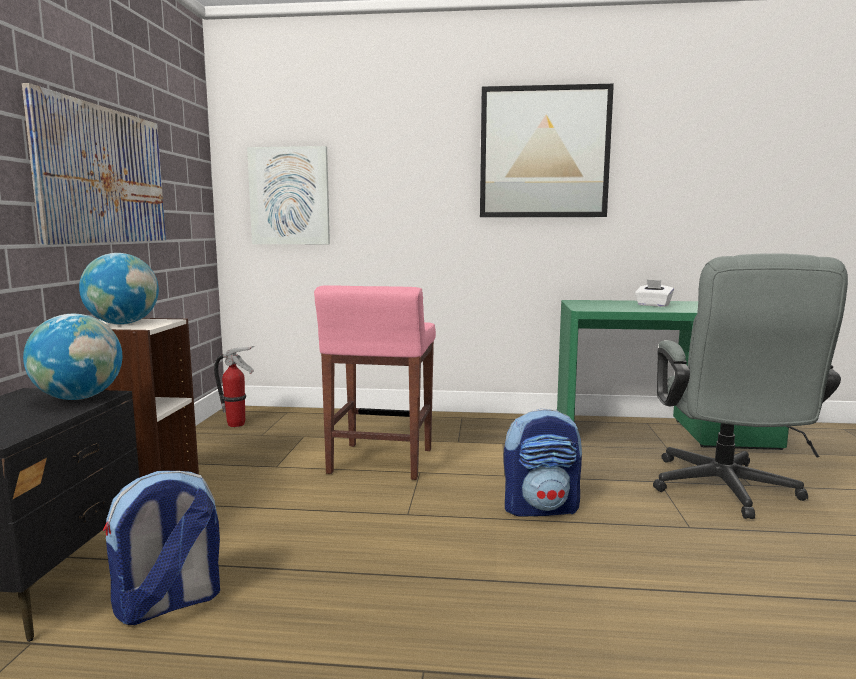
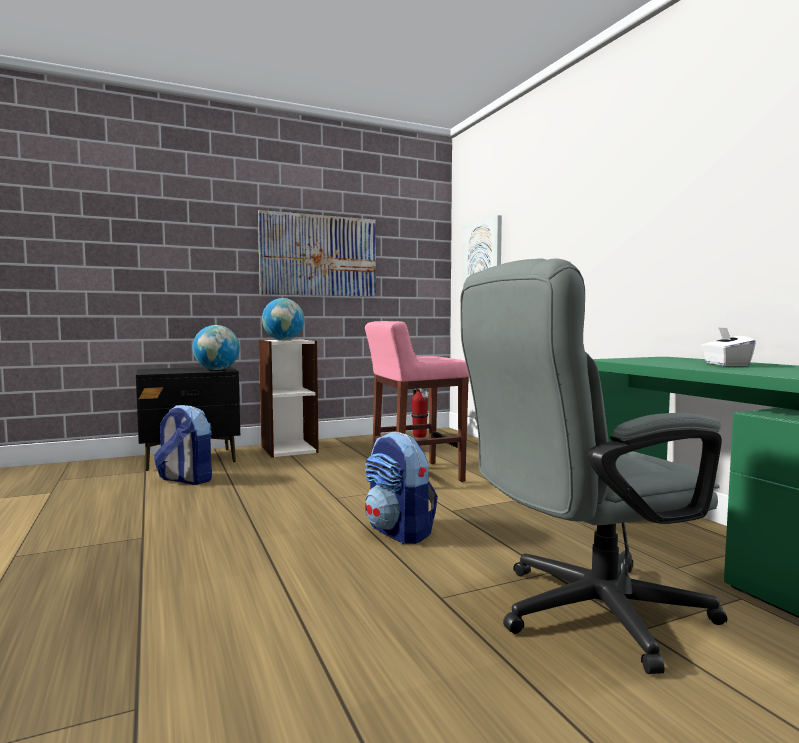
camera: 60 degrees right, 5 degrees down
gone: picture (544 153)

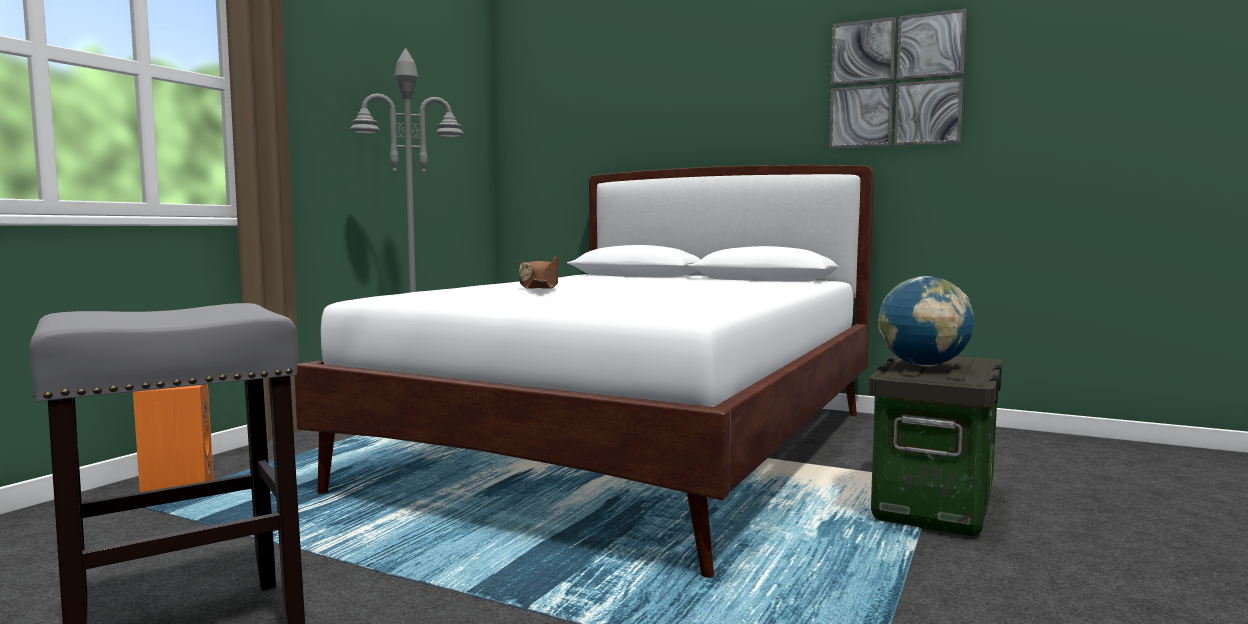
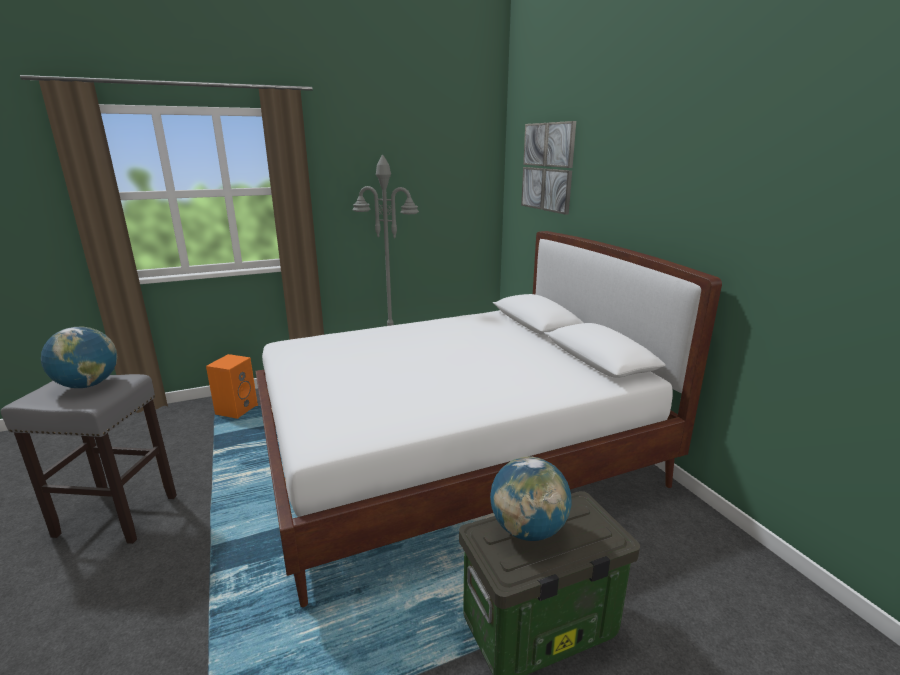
camera: 40 degrees right, 15 degrees up
gone: brown-coloured hat (539 287)
new: globe (88 385)
shifted: picture (895 82) to (547 167)

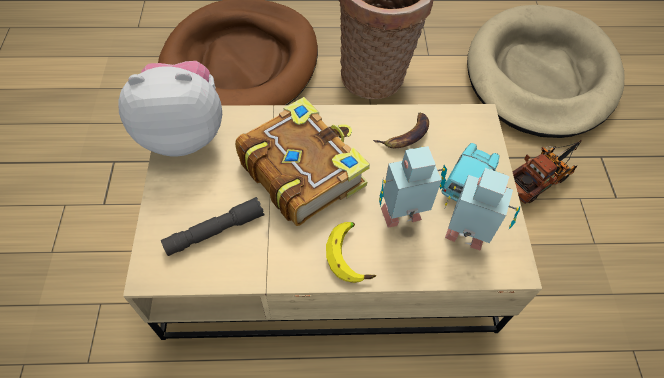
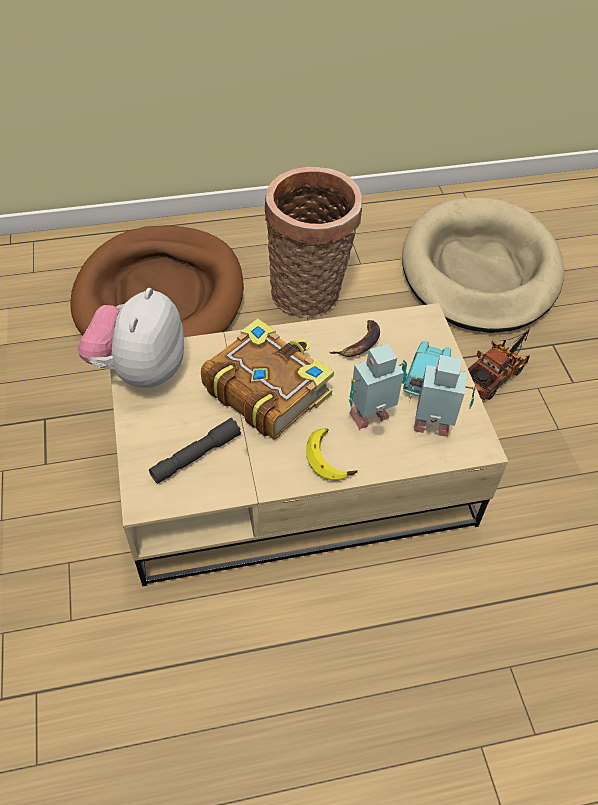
camera: 10 degrees left, 5 degrees down
rotated: soft toy (183 133) = (140 370) 60 degrees counterclockwise

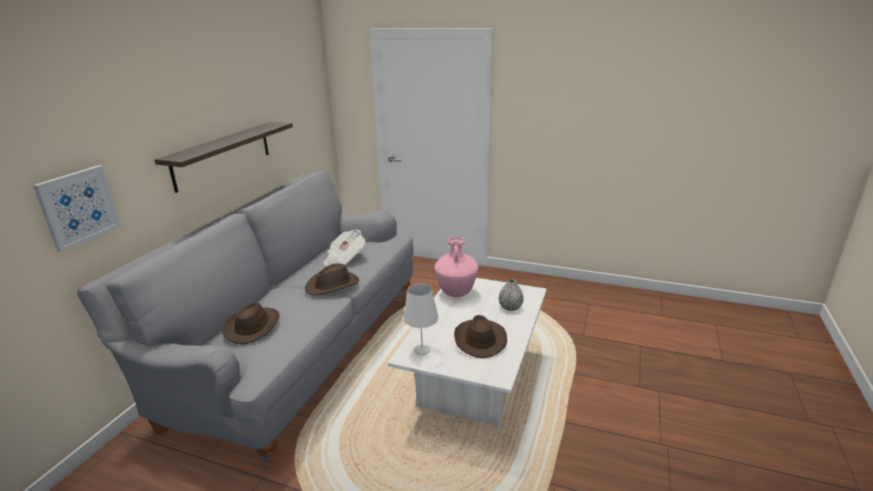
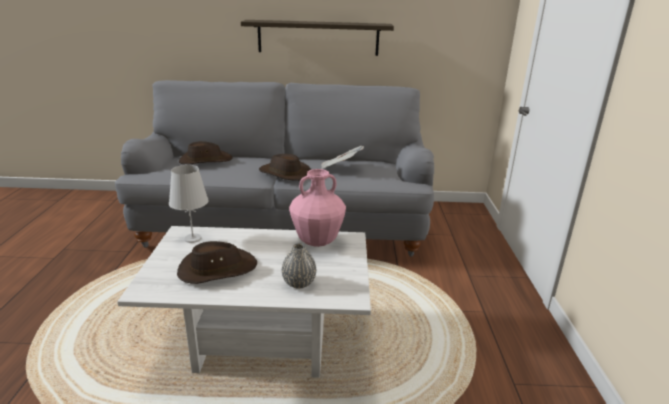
camera: 70 degrees right, 0 degrees up
gone: picture (78 207)

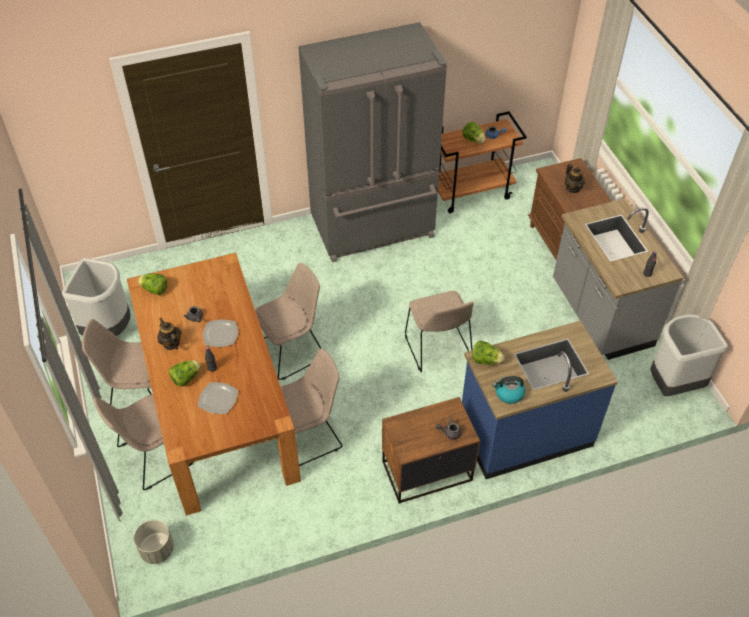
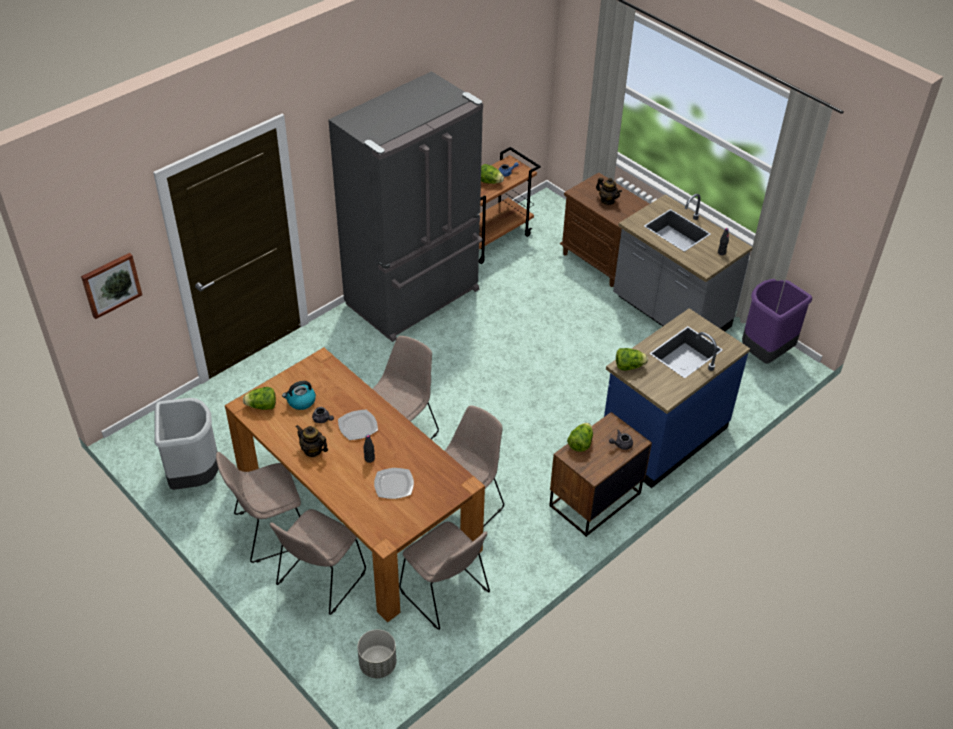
camera: 25 degrees left, 5 degrees down
new: picture (111 284)
shifted: beige upright chair (438 349) to (446 593); lettuce head (186 378) to (580 443); kettle (508 393) to (301 401)
repainted: gray trash can (673 384) to purple-coloured trash can (764 353)

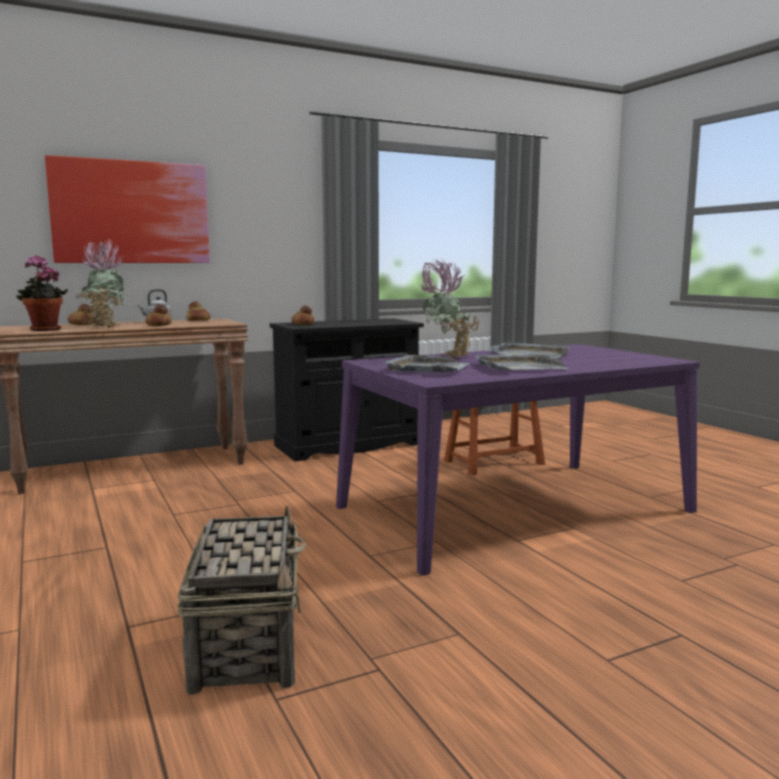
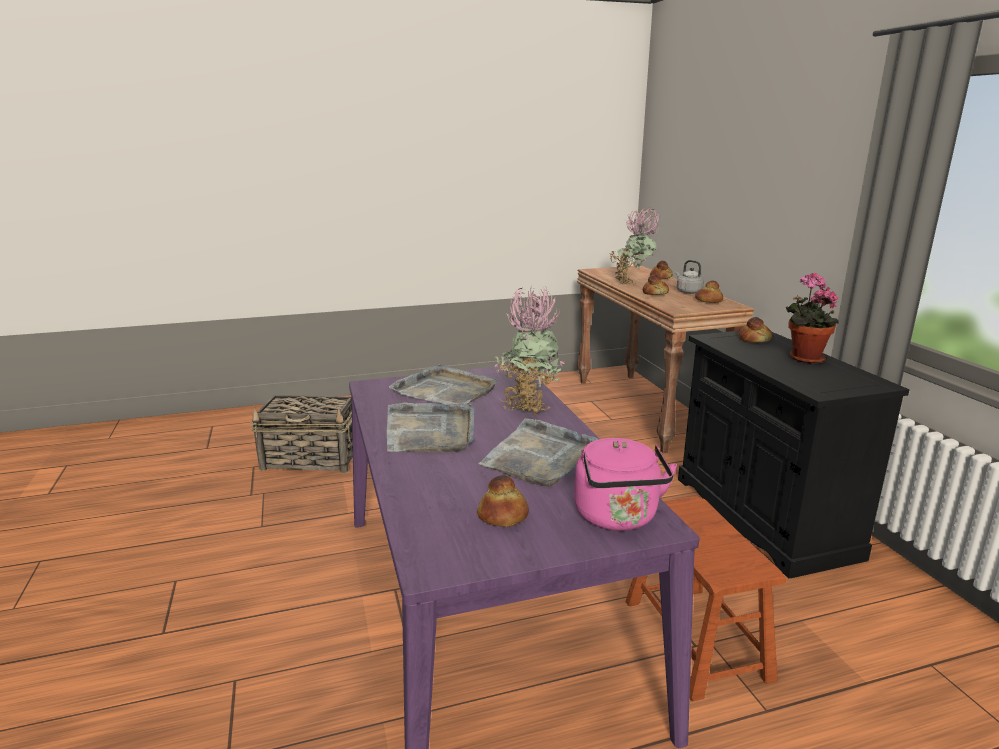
camera: 100 degrees right, 10 degrees up
gone: picture (131 212)
new: pink kettle (618 518); bakery bread (502 516)
shifted: houseplant (44 330) to (803 358)

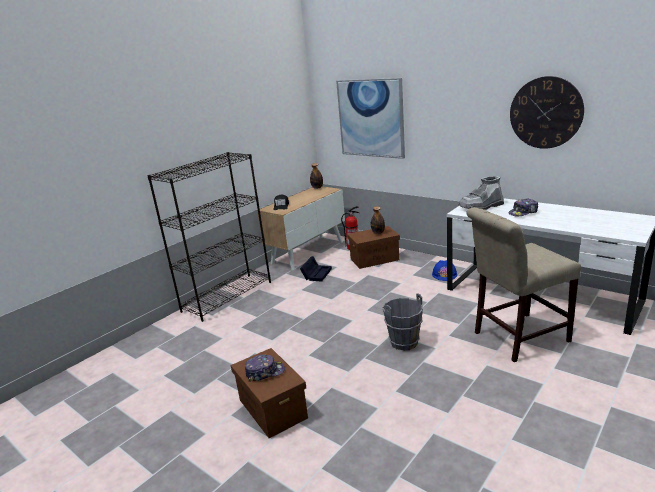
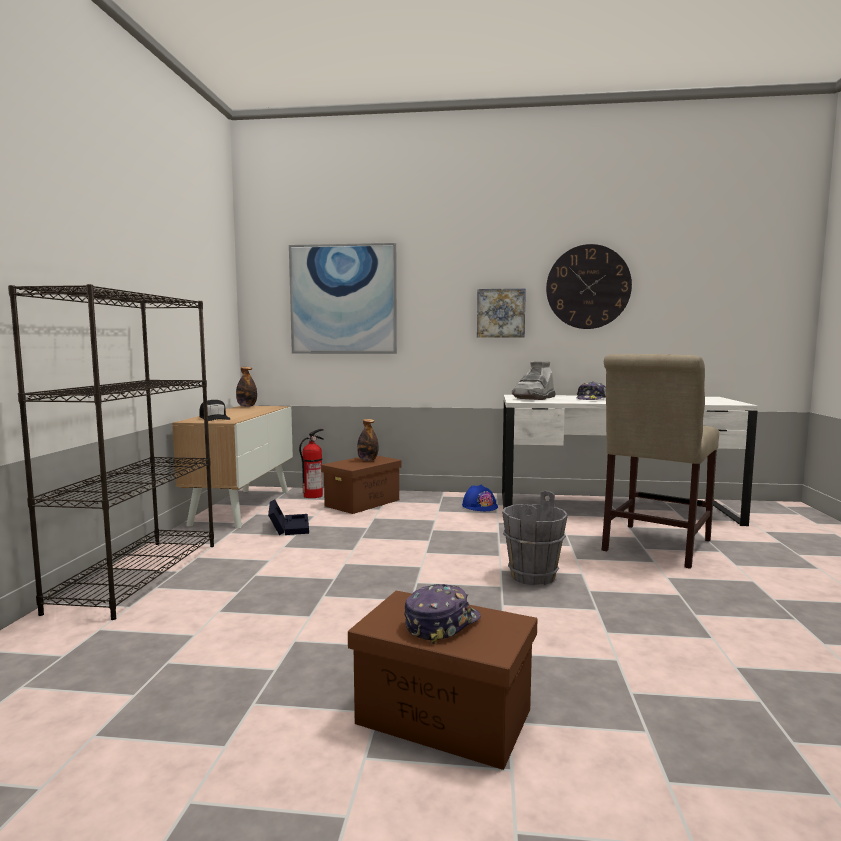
camera: 35 degrees left, 15 degrees down
new: picture (500 313)

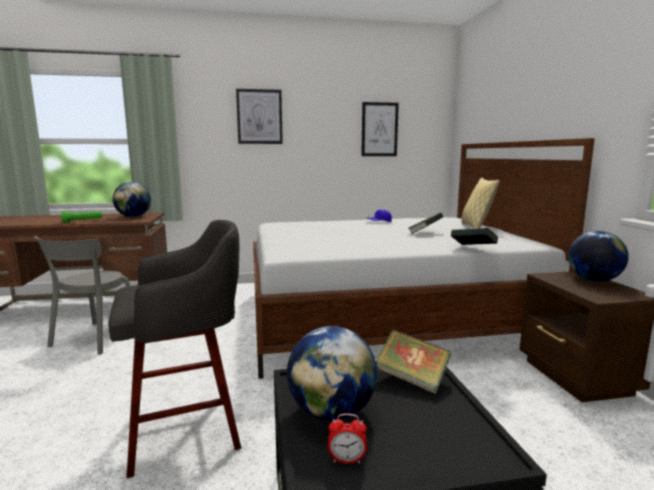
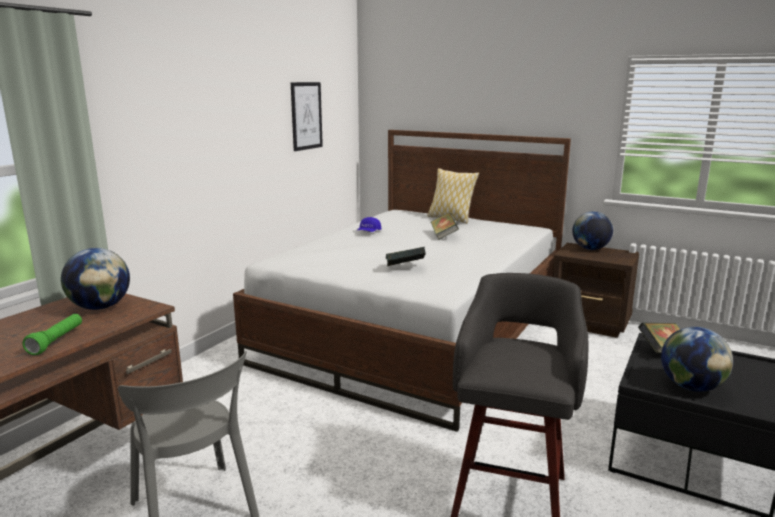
camera: 50 degrees left, 5 degrees up
gone: picture (259 117); table clock (347 460)
shifted: bound book (473 248) to (405 268)

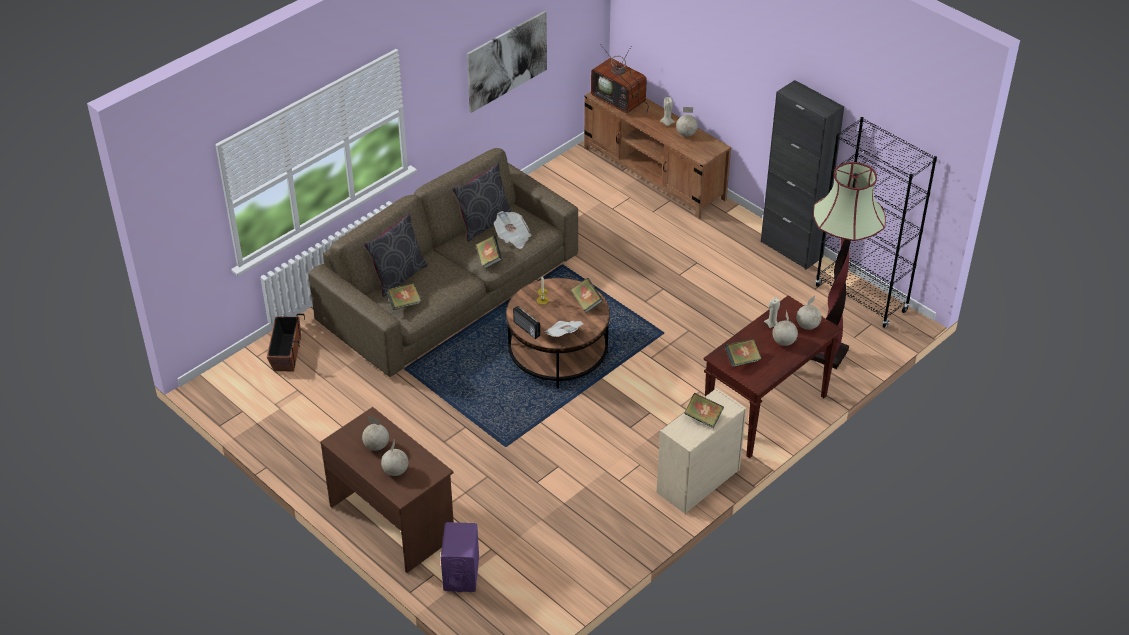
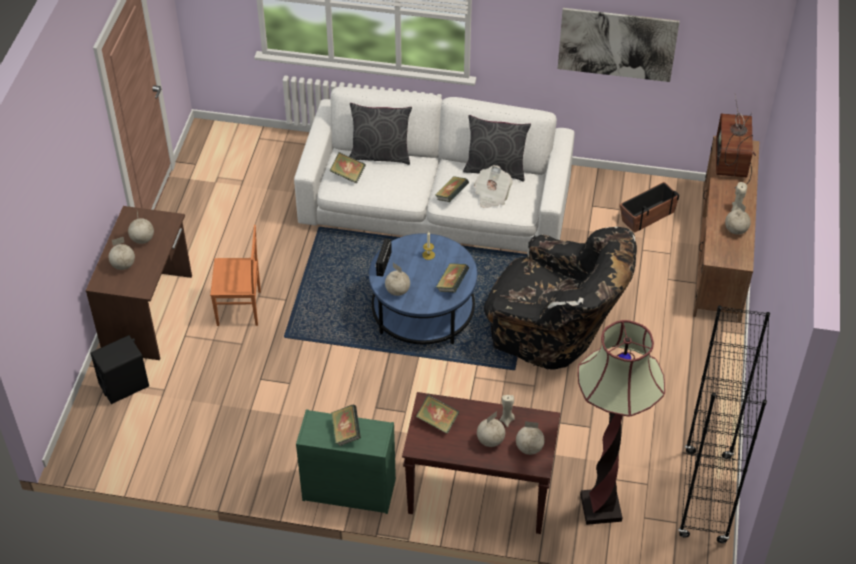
camera: 55 degrees right, 5 degrees up
gone: black-coloured cupboard (791 249)
new: orange-coloured upright chair (240 309); black-coloured easy chair (554 332)
shifted: flower pot (286 352) to (647 216)
swapped: newspaper (563 335) to globe (397 291)
repainted: brown-coloured settee (450 289) to white settee (435 203); brown-coloured low table (558 353) to bluish low table (423 311); beige dresser (697 482) to green dresser (348 490); purple-coloured loudspeaker (461 574) to black-coloured loudspeaker (124 385)

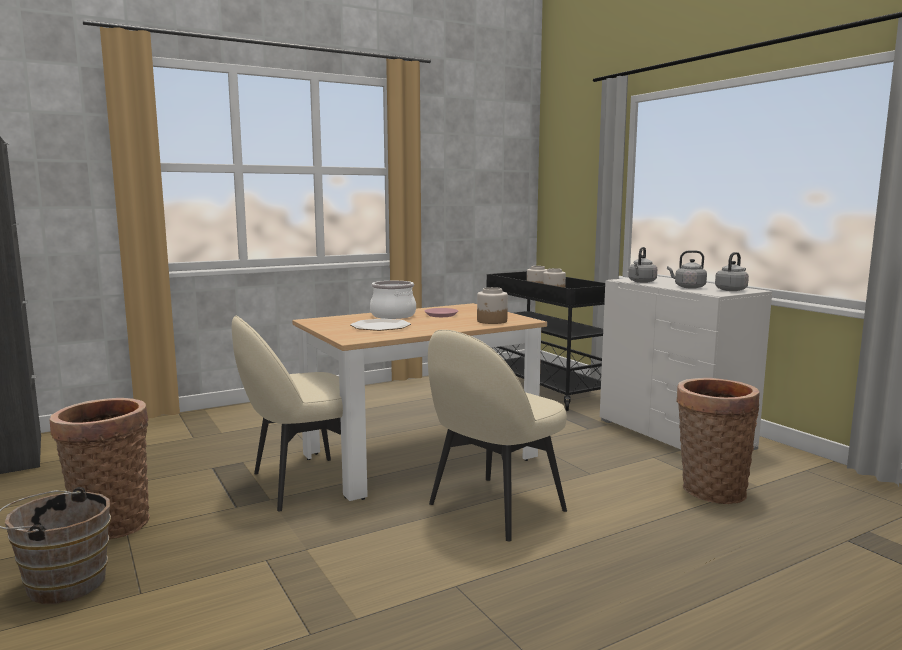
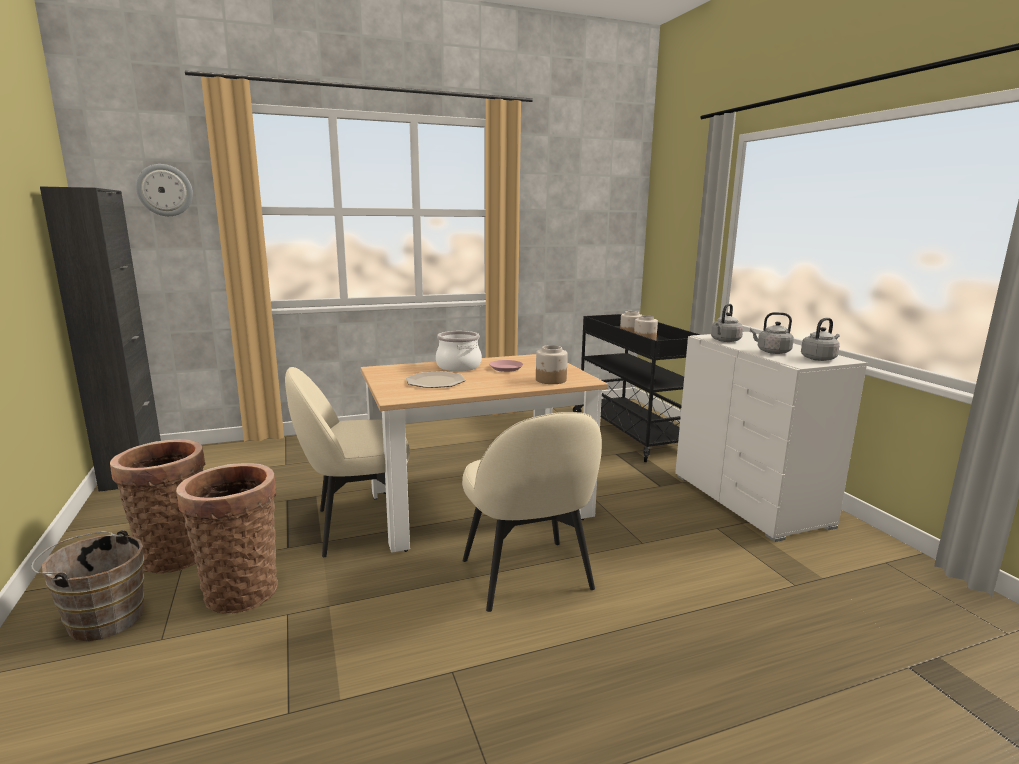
camera: 10 degrees right, 5 degrees up
new: hanging clock (165 190)
shifted: household basket (709 489) to (240 589)
rotated: beige upright chair (494 508) = (527 576) 75 degrees counterclockwise

